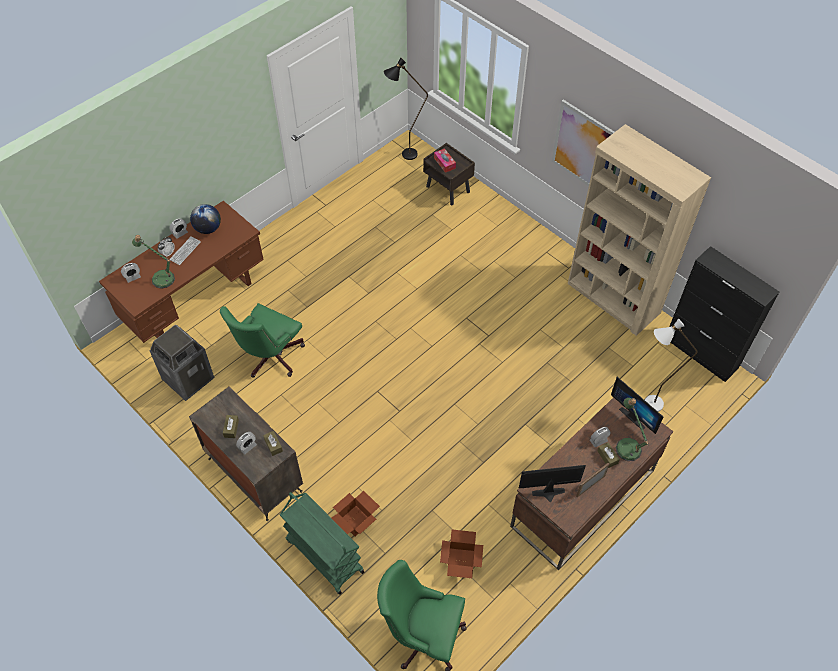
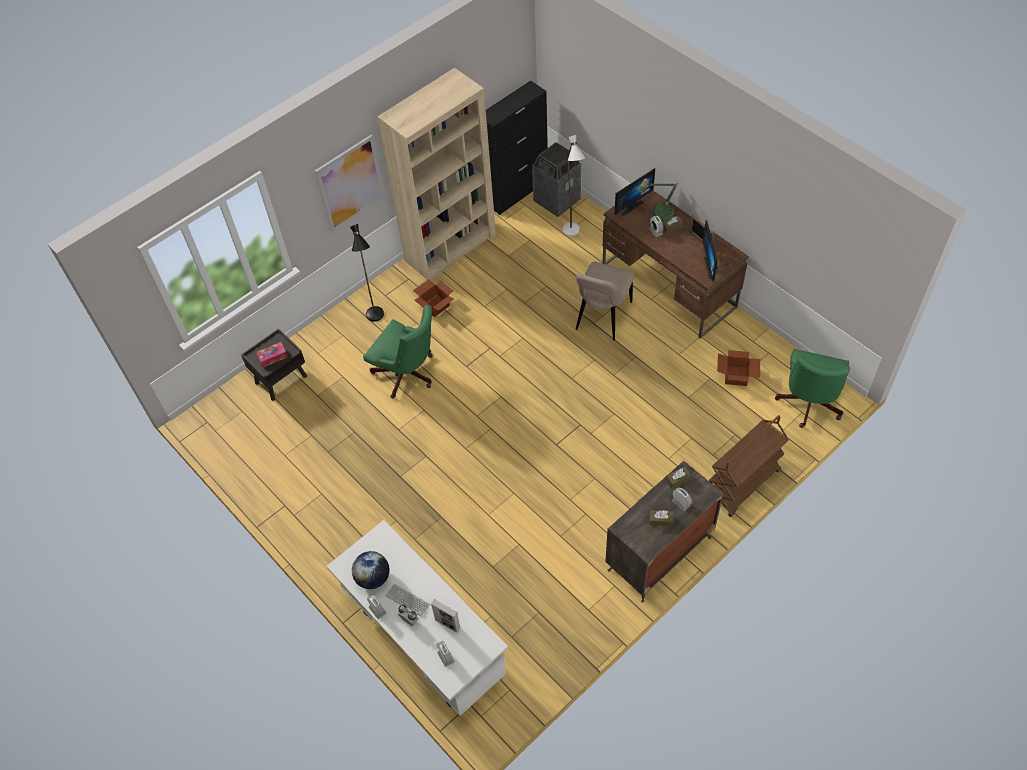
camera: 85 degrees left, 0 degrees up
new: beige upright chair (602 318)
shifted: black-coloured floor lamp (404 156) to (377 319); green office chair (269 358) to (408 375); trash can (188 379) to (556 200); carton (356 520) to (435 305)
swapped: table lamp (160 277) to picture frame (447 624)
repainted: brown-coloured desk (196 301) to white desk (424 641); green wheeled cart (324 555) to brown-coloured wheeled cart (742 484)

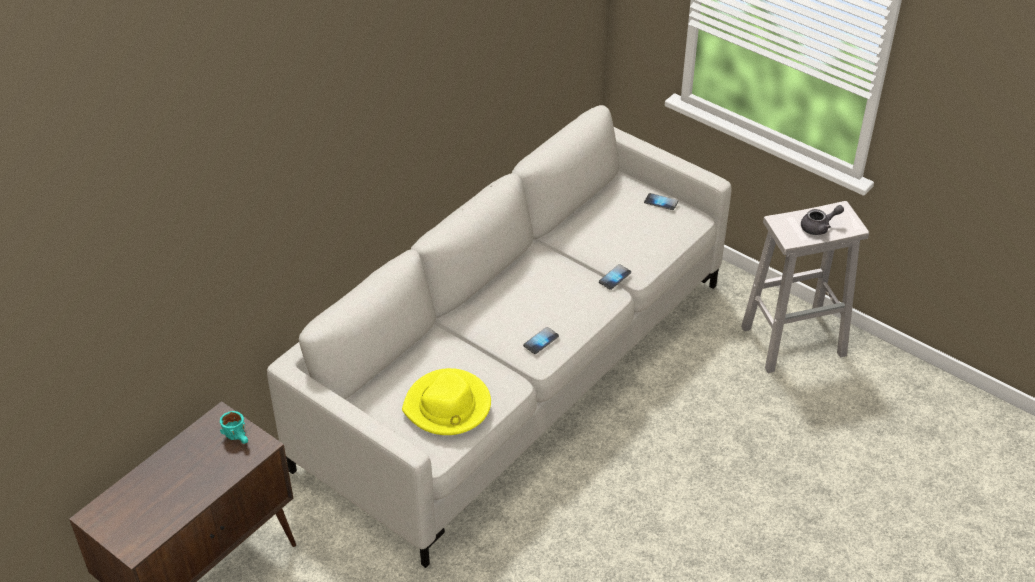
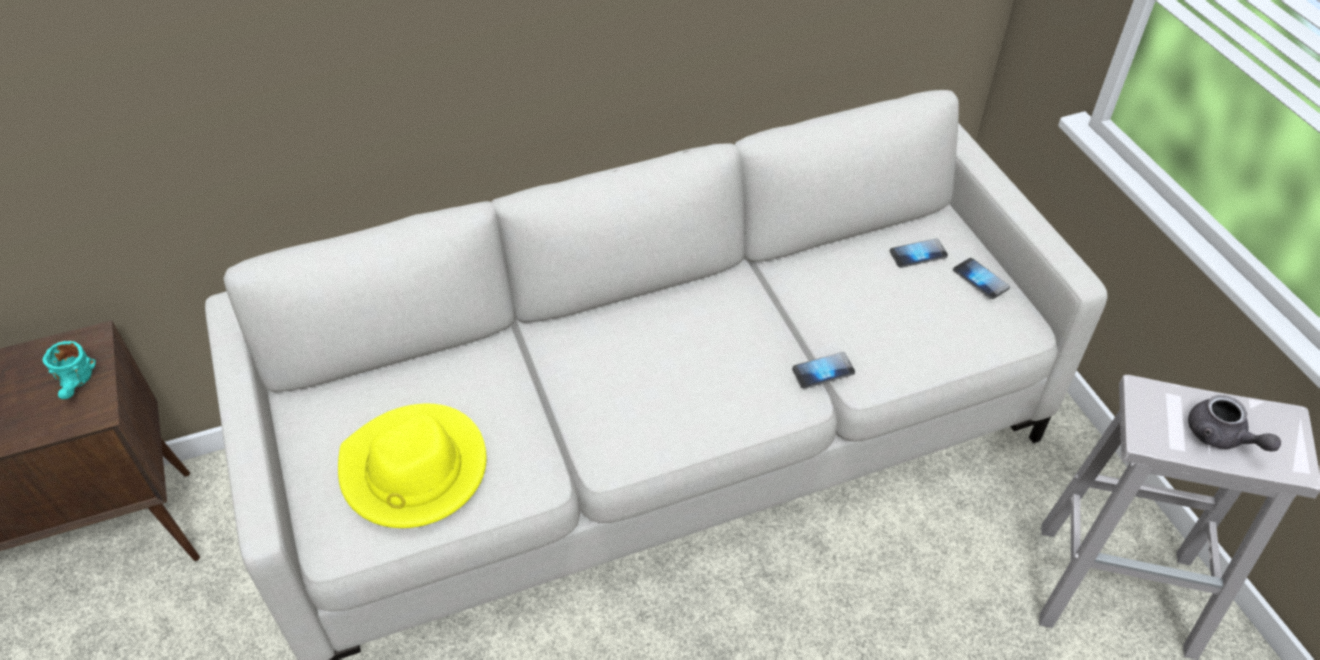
camera: 30 degrees right, 5 degrees up
shifted: telephone (541 341) to (918 254)
rotated: gray tea pot (819 227) = (1221 437) 45 degrees clockwise

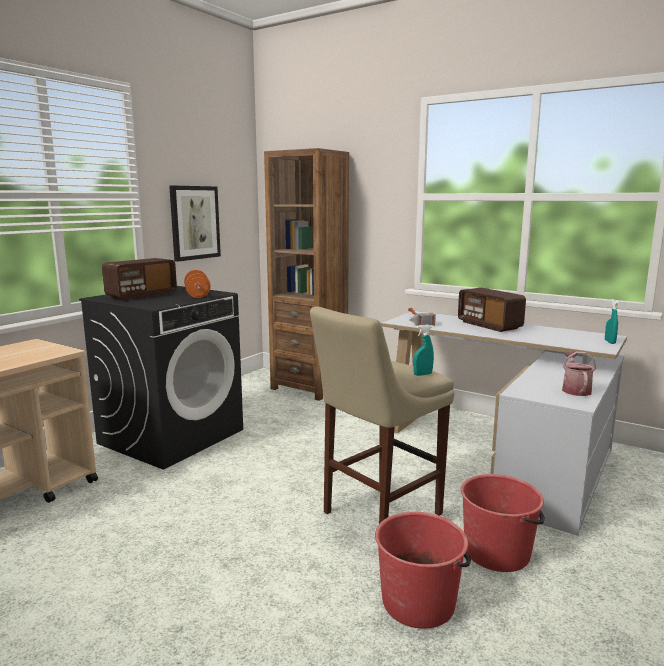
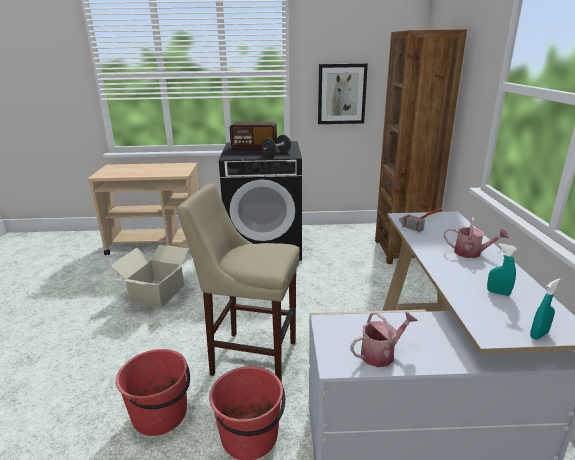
camera: 55 degrees right, 10 degrees up
new: carton (158 293)
shifted: blue-green hand sprayer (422 374) to (498 293)
swapped: radio (489 325) to watering can (471 253)
repainted: orange-coloured dumbbell (197 295) to black-coloured dumbbell (276 154)

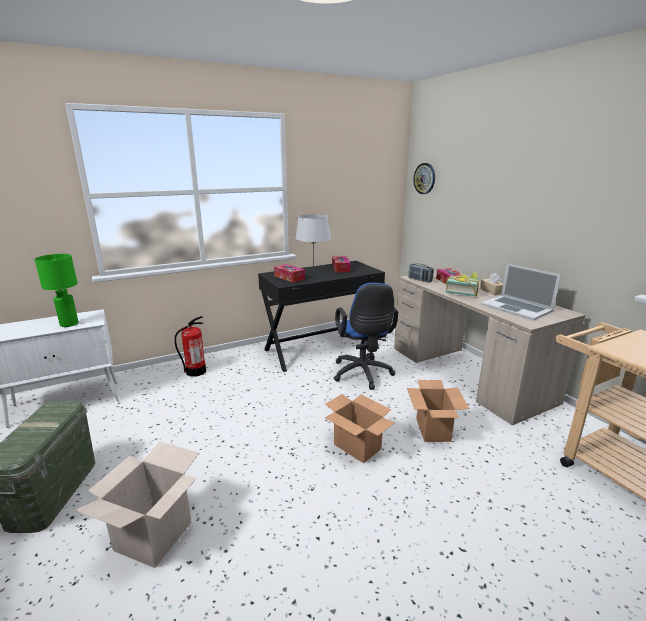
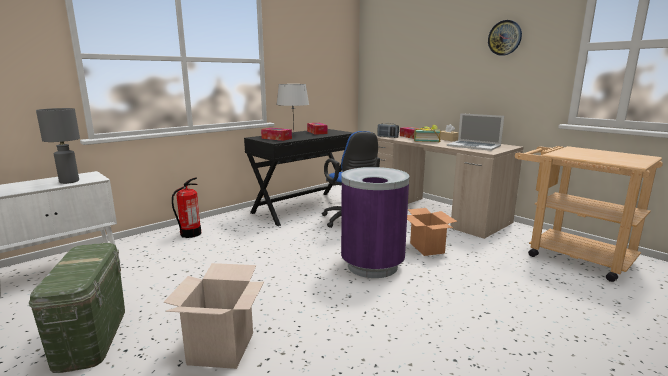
camera: 15 degrees left, 5 degrees down
shifted: hanging clock (424 178) to (504 38)
swapped: carton (358 447) to purple-coloured trash can (372 266)
repainted: green table lamp (69 324) to gray table lamp (69 181)

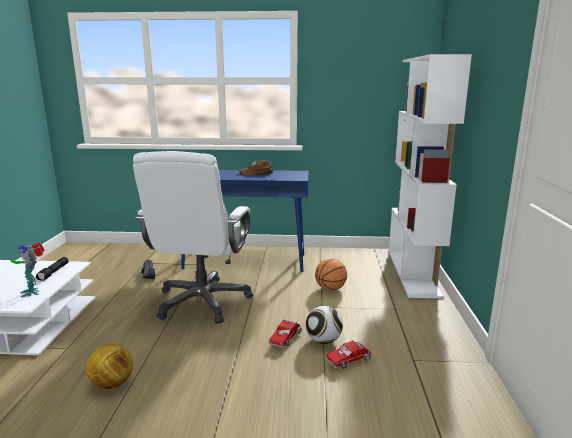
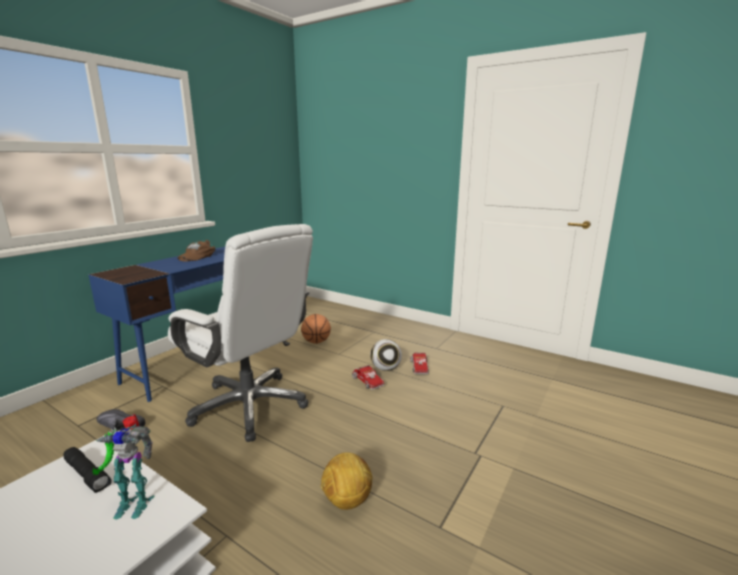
camera: 60 degrees left, 0 degrees up
gone: white shelving unit (413 272)

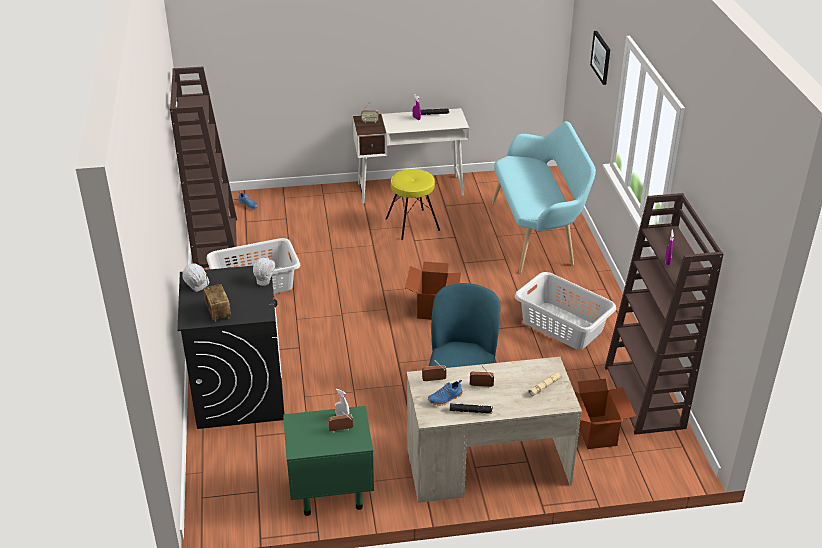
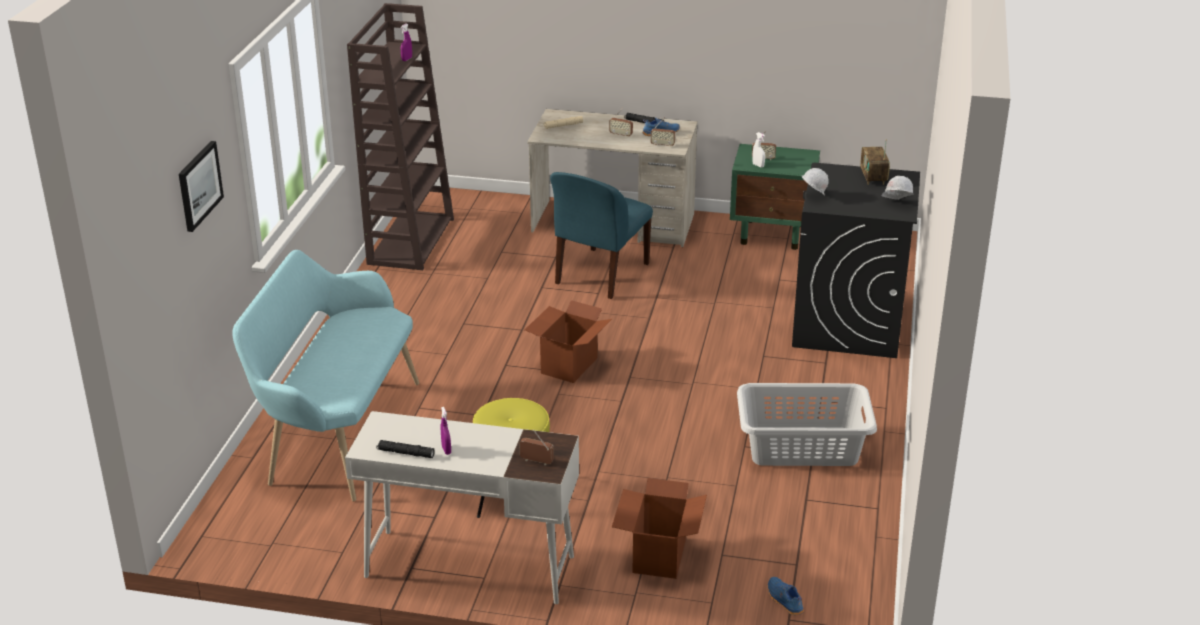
camera: 160 degrees left, 5 degrees down
gone: brown-coloured shelving unit (215 242); gray hamper (562 326)
shifted: carton (596 432) to (658 556)

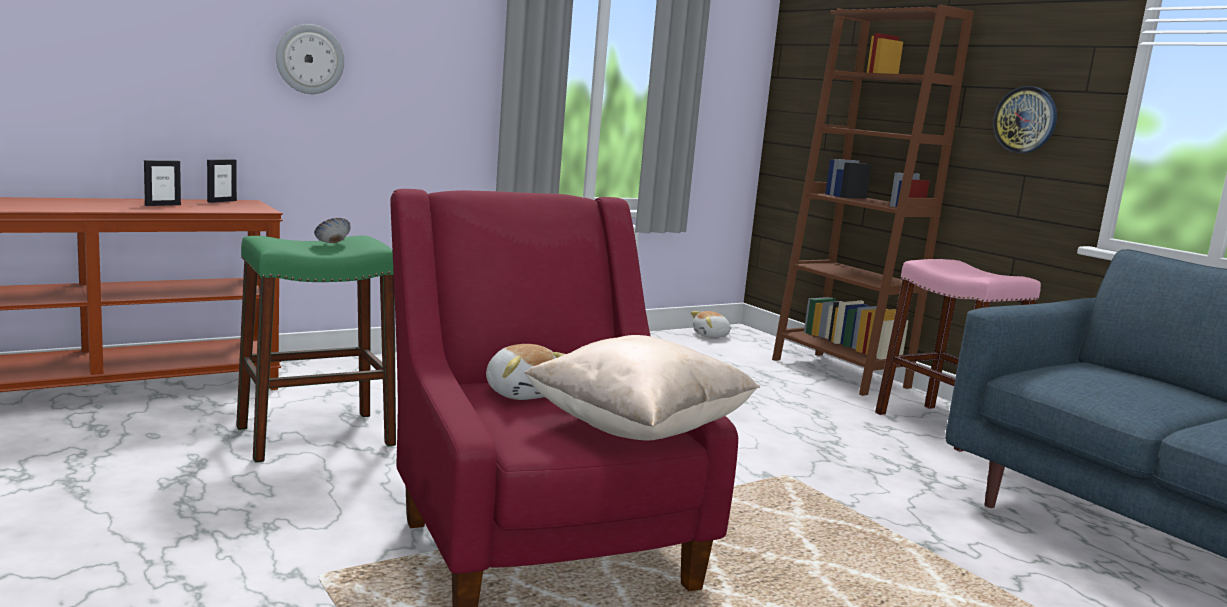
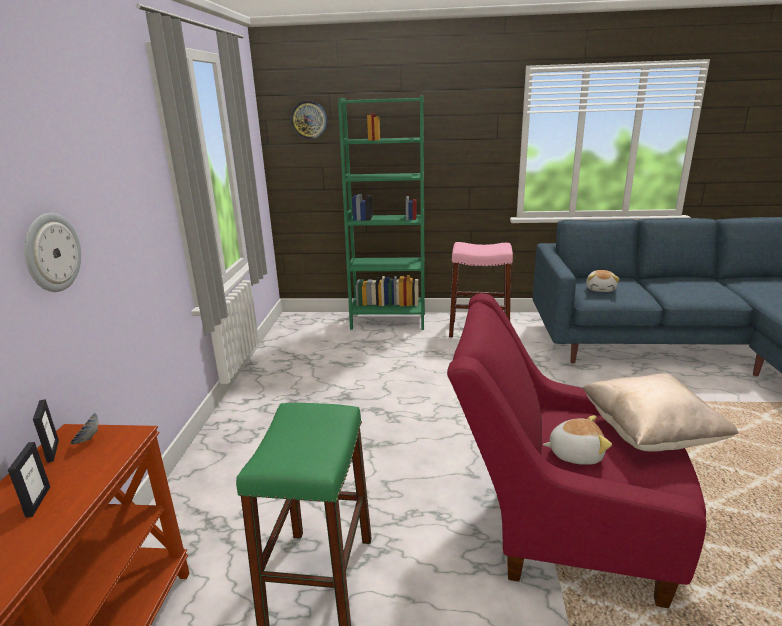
camera: 50 degrees left, 10 degrees up
shifted: hanging clock (1025 119) to (309 120); bowl (332 243) to (87 439); soft toy (711 336) to (601 289)
repainted: brown-coloured shelving unit (839 373) to green shelving unit (388 321)

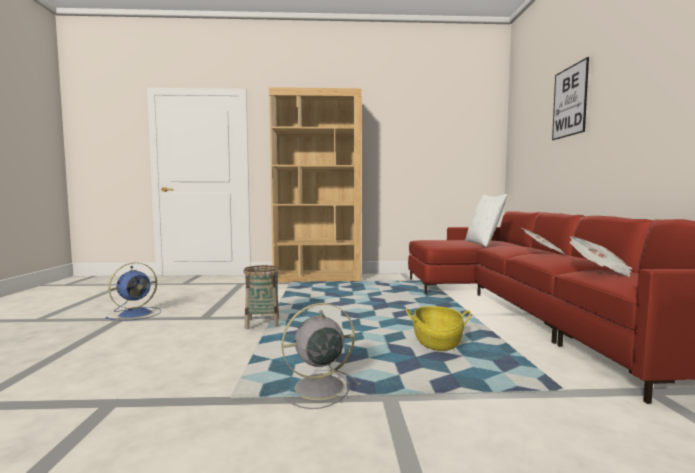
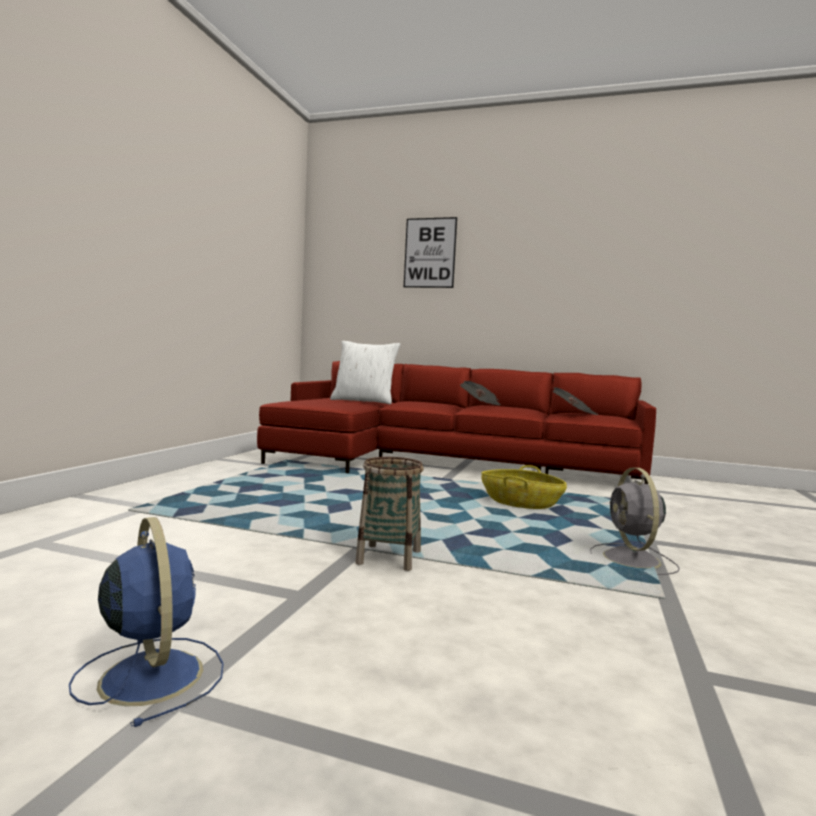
camera: 70 degrees left, 0 degrees up
gone: brown-coloured shelving unit (318 278)

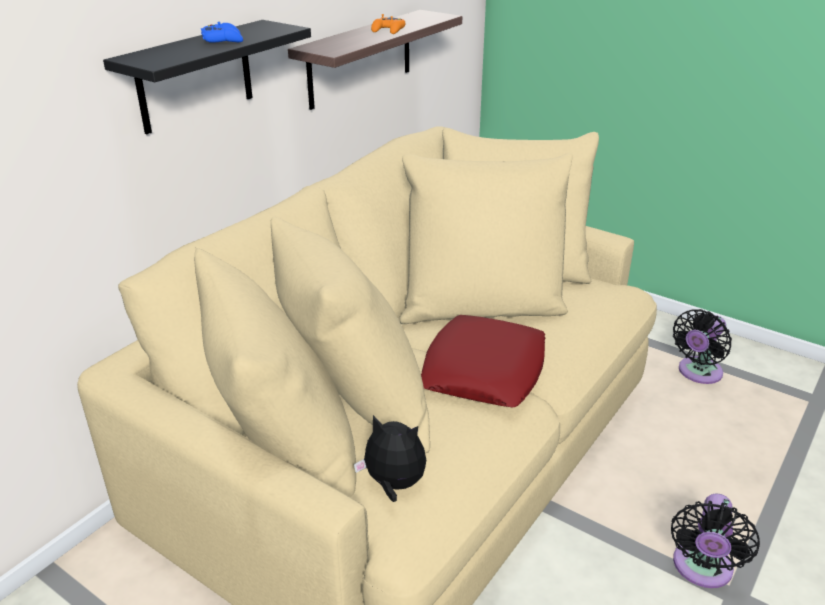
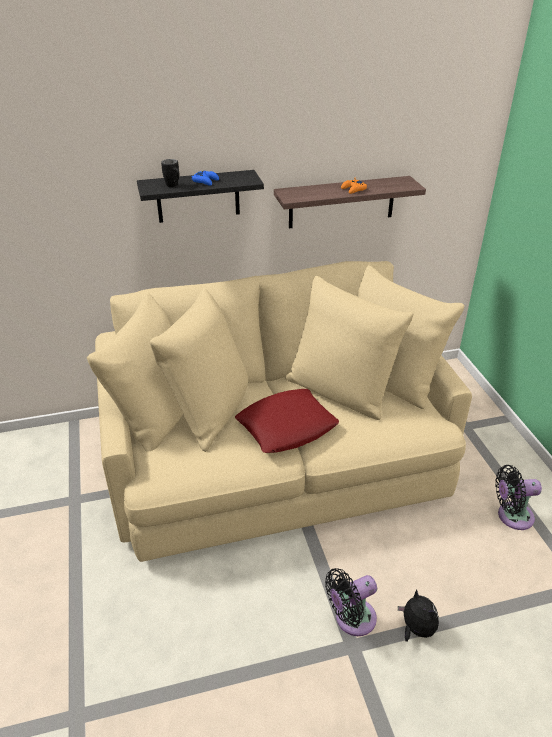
camera: 40 degrees right, 5 degrees up
new: black-coloured mug (174 186)
shifted: soft toy (393 485) to (416 629)

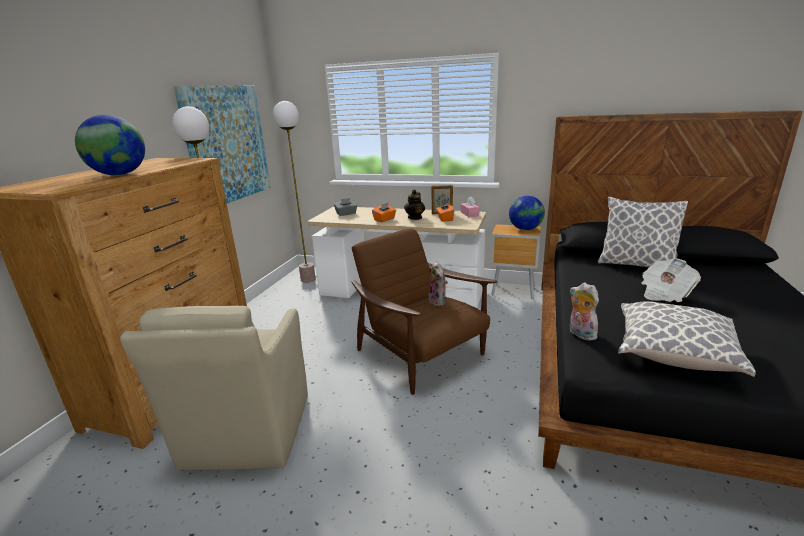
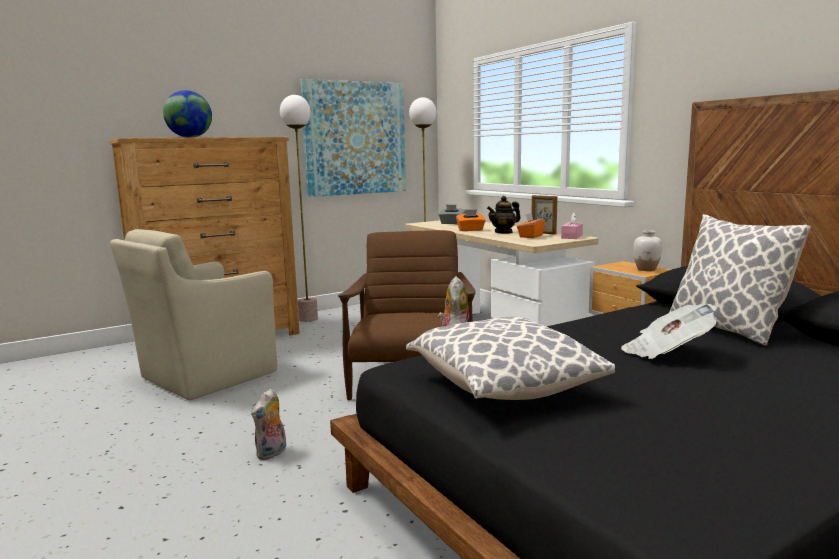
camera: 40 degrees right, 10 degrees down
shifted: soft toy (438 302) to (272 453)
swapped: globe (525 229) to white decorative vase (646 269)

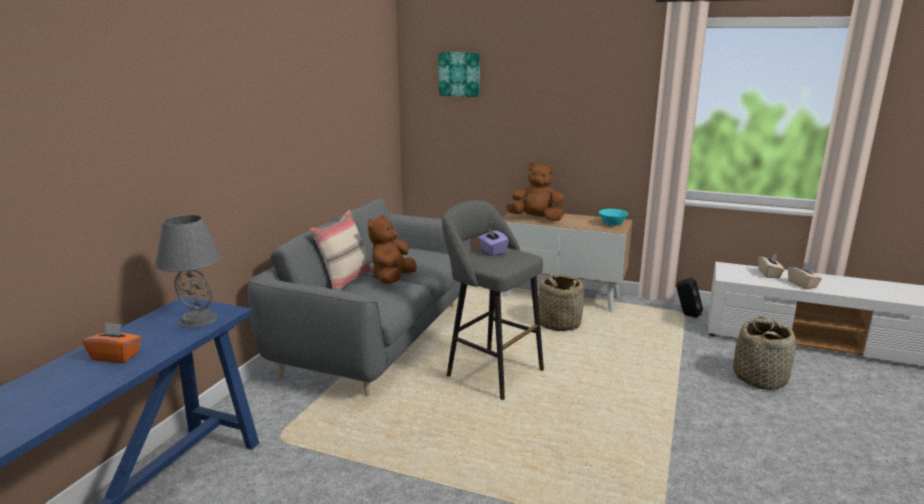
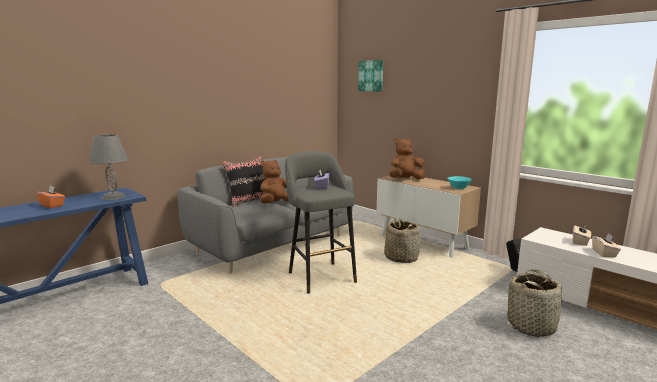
camera: 25 degrees right, 5 degrees down
repainted: beige pillow (345 281) to black-coloured pillow (248 201)
rotated: brown-coloured soft toy (536 219) = (405 179) 60 degrees counterclockwise

